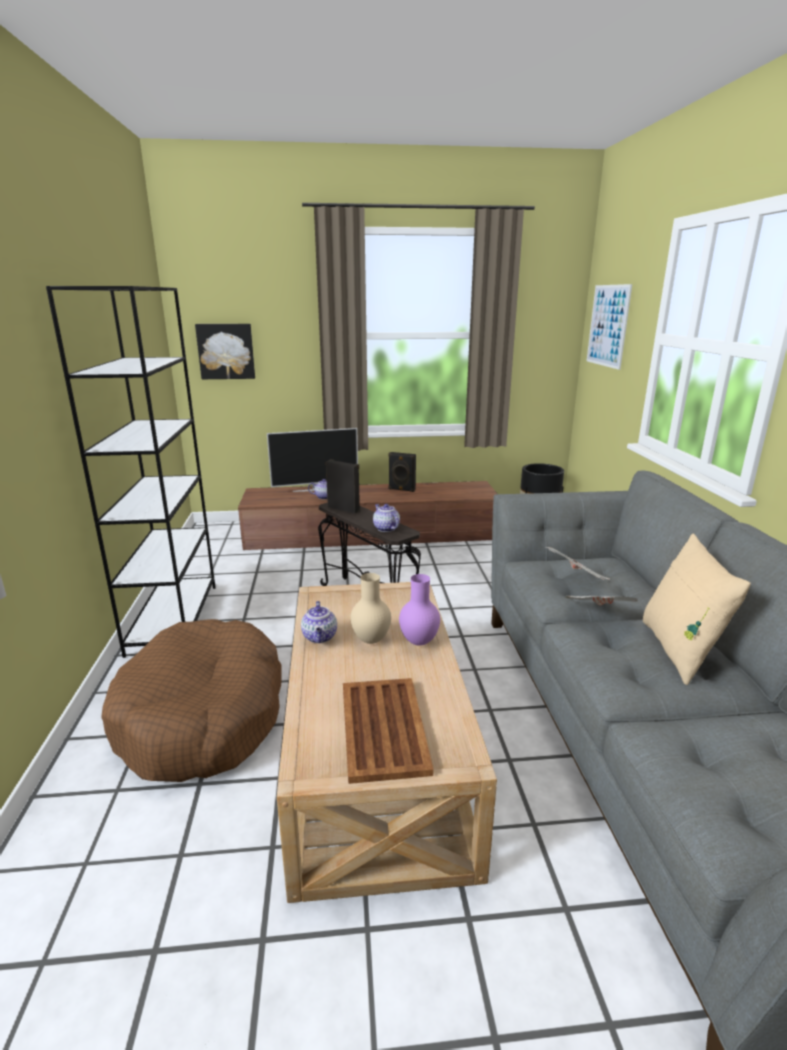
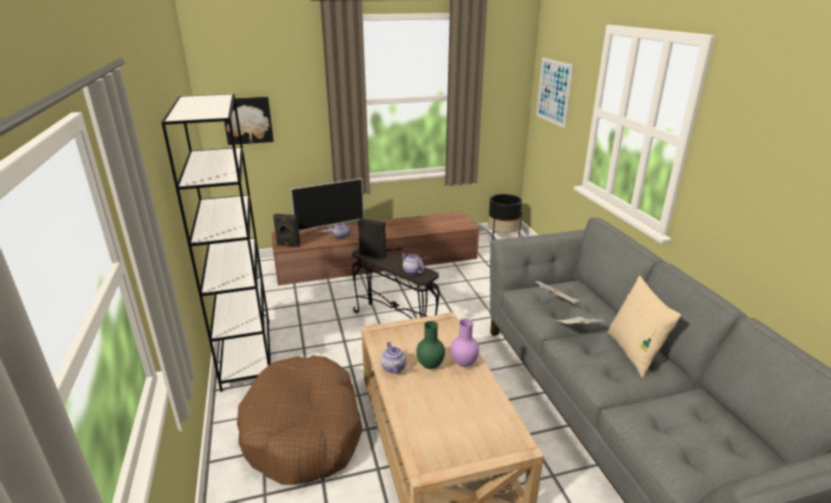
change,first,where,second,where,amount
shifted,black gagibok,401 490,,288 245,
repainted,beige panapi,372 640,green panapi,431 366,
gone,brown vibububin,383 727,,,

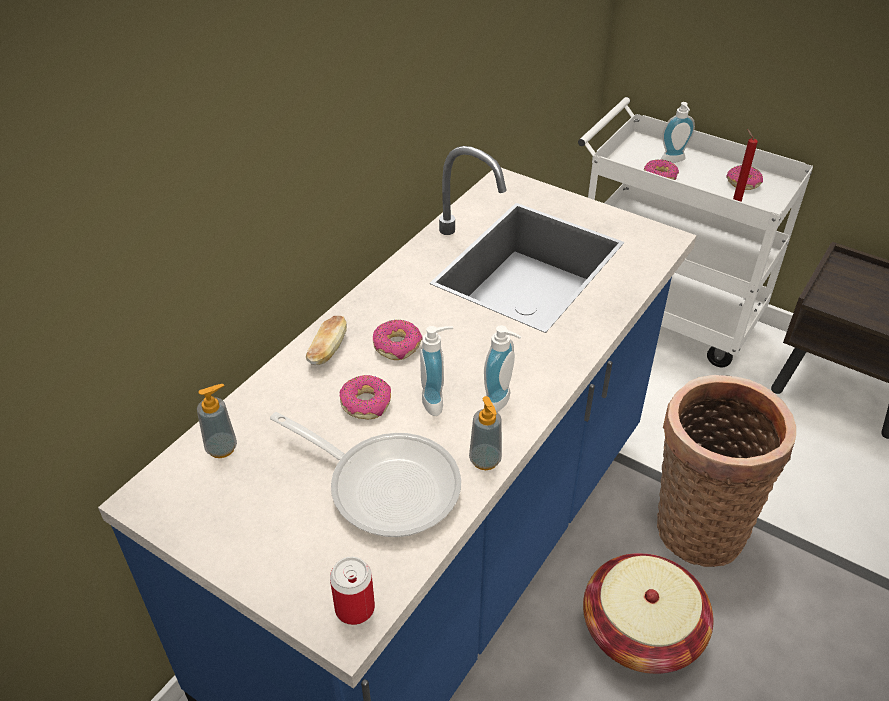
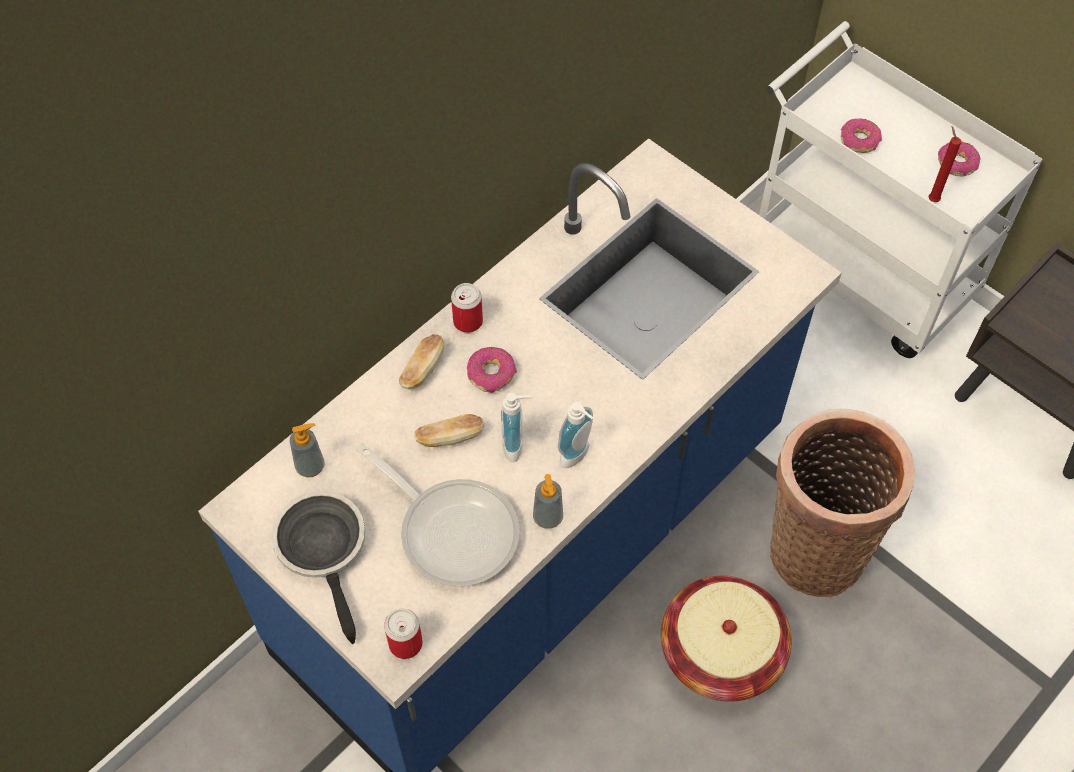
change,first,where,second,where,amount
gone,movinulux,674 161,,,
swapped,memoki,366 403,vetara,450 437,
new,,,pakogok,468 321,
new,,,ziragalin,324 549,

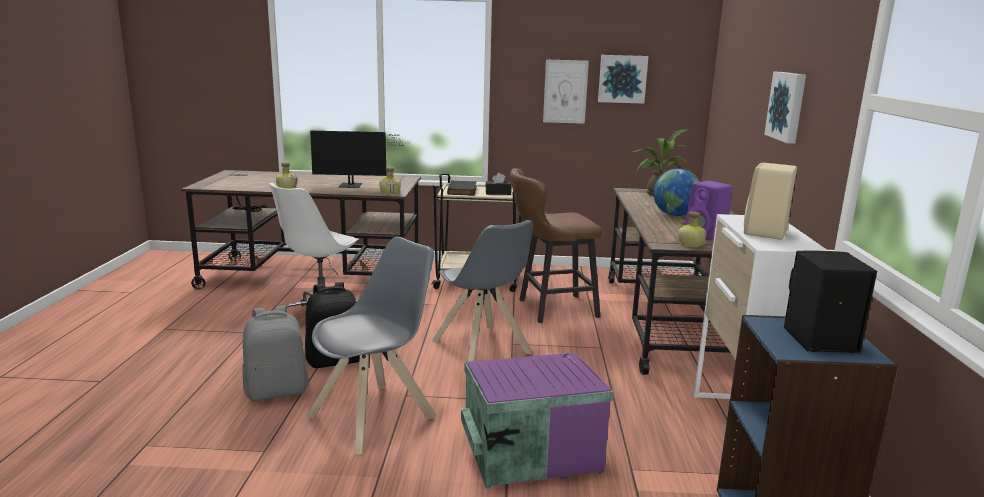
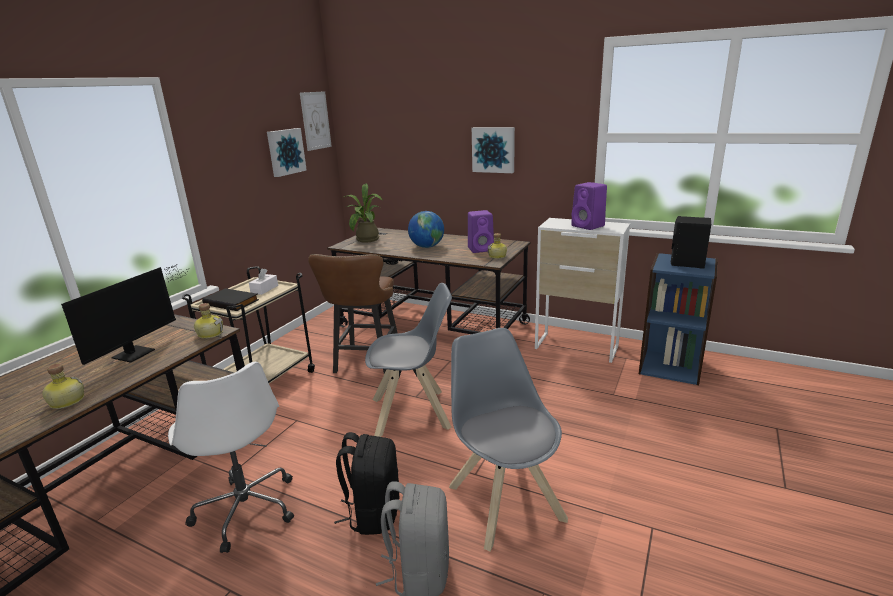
change,first,where,second,where,amount
shifted,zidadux,565 91,,315 120,
repainted,beige gagibok,765 233,purple gagibok,589 226,
repainted,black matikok,498 193,white matikok,264 289,
gone,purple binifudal,529 449,,,

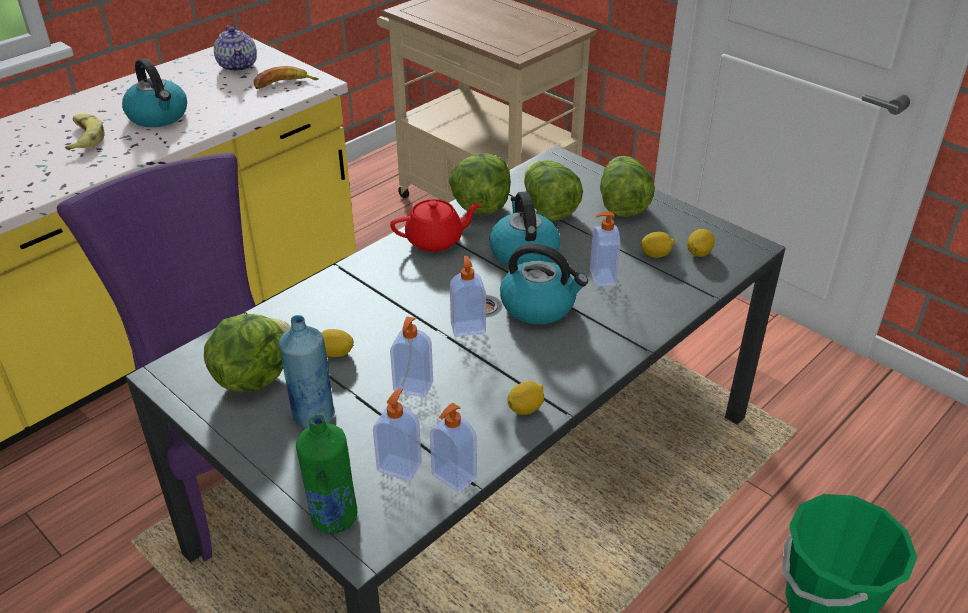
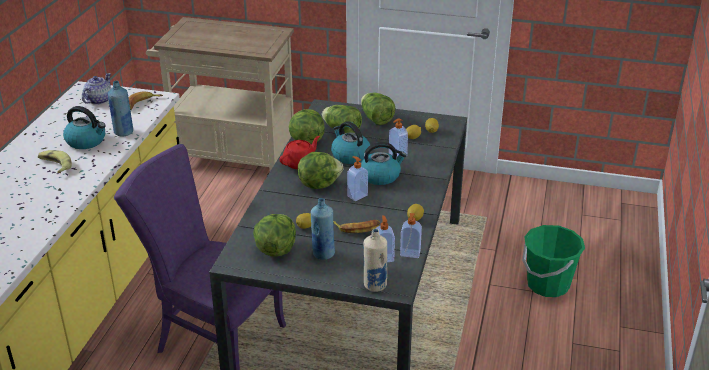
change,first,where,second,where,amount
rotated,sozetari,238 66,,98 100,105 degrees counterclockwise
swapped,movinulux,413 388,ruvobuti,357 228,
repainted,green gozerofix,333 517,beige gozerofix,374 285,
new,,,blue gozerofix,123 132,
new,,,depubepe,319 184,

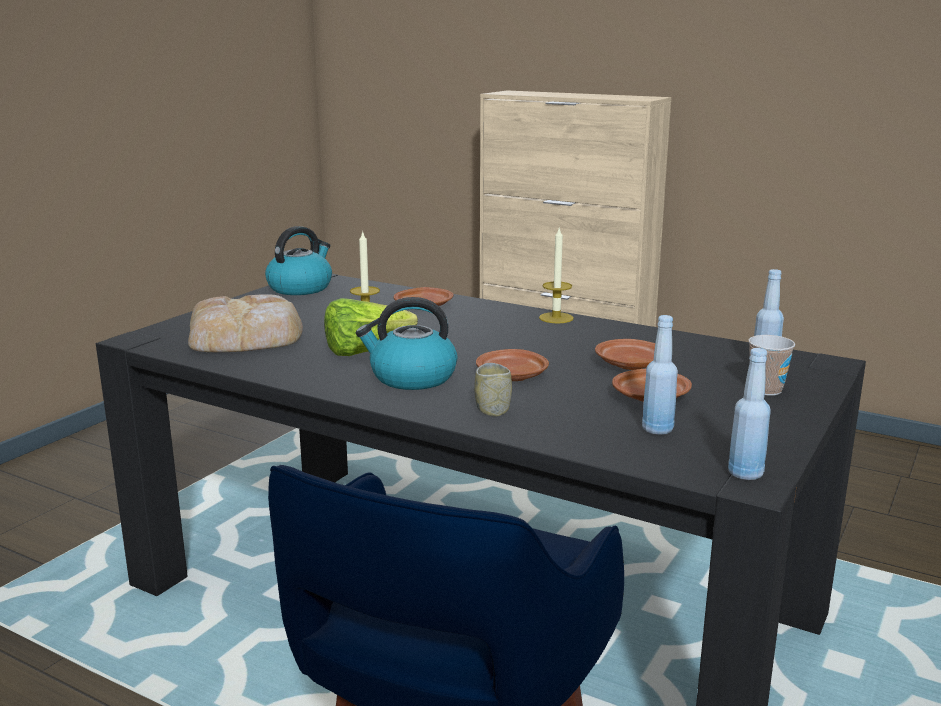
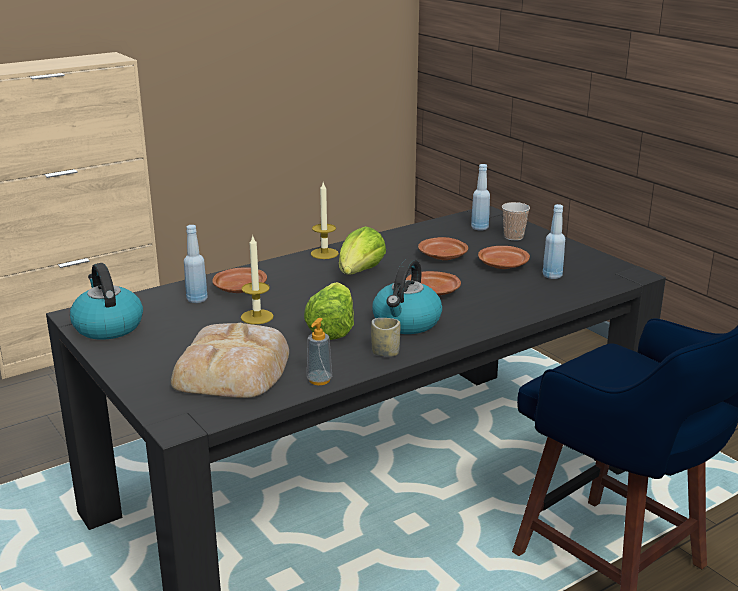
change,first,where,second,where,amount
shifted,blue gozerofix,745 474,,197 300,
shifted,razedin,492 410,,385 353,
new,,,depubepe,359 274,
new,,,movinulux,319 380,

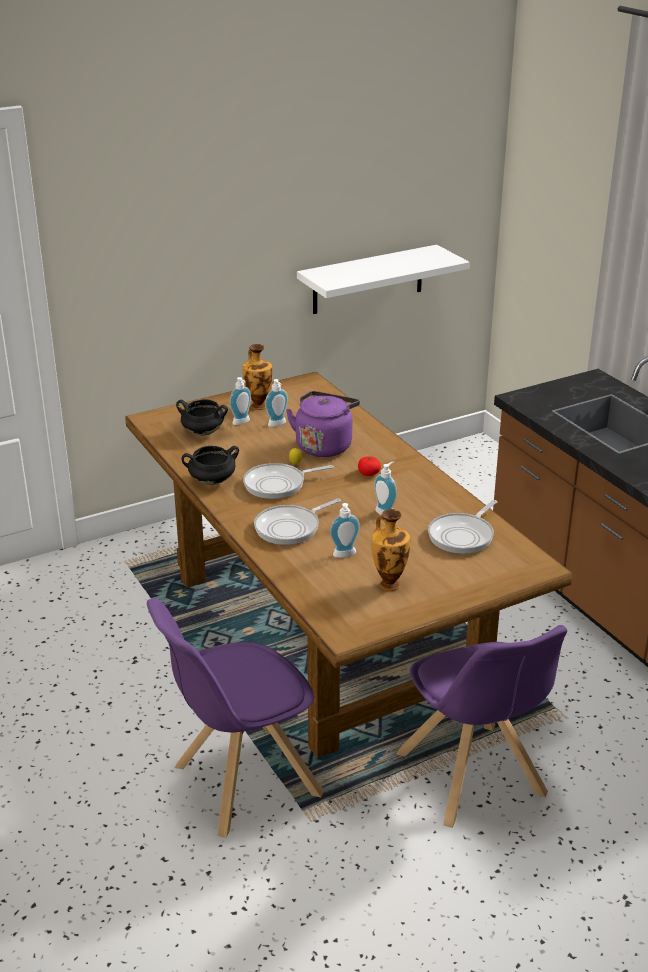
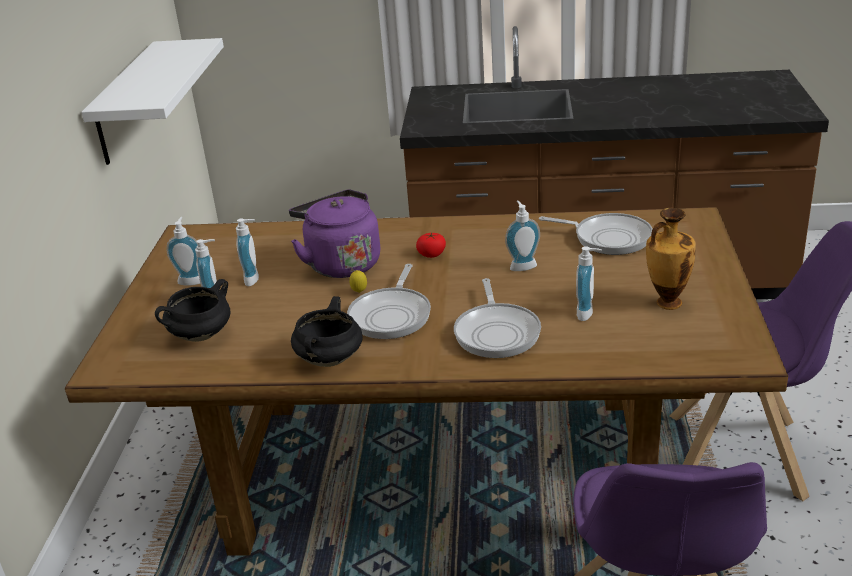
change,first,where,second,where,amount
swapped,panapi,258 406,movinulux,192 280,
rotated,ziragalin,463 535,,608 238,45 degrees counterclockwise

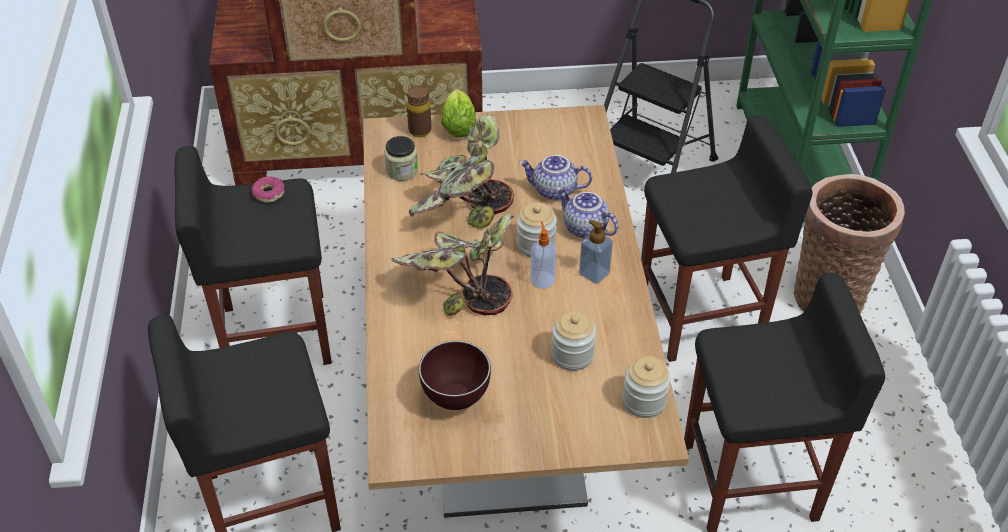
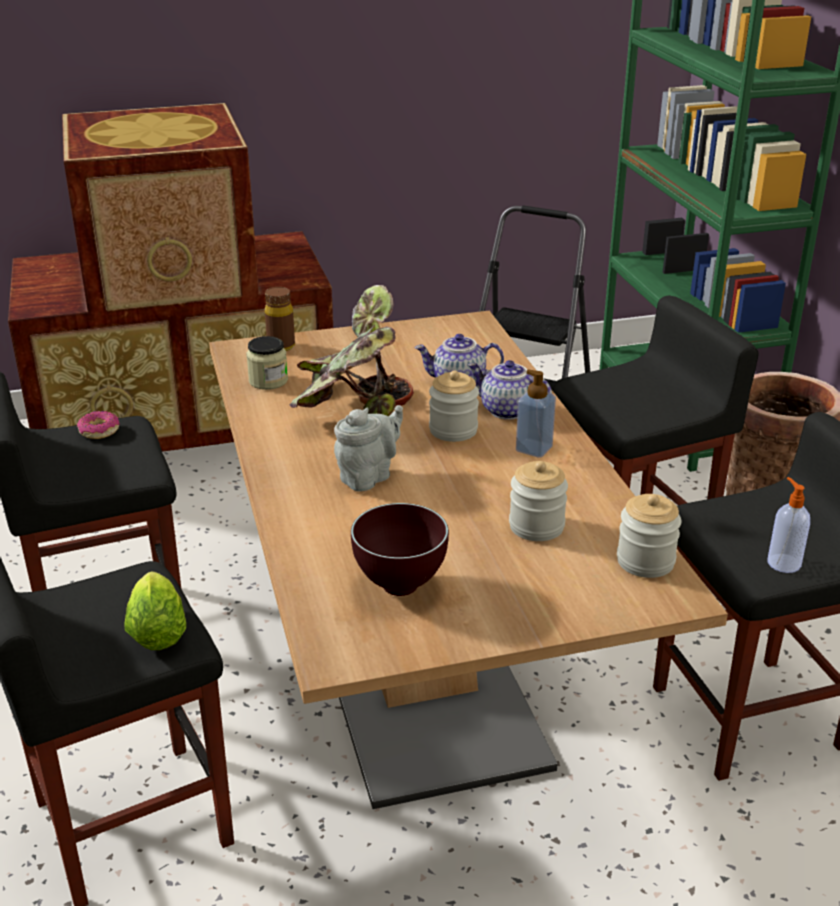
change,first,where,second,where,amount
shifted,depubepe,458 125,,157 629,
swapped,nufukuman,458 287,grey sozetari,368 476,
shifted,movinulux,542 279,,783 562,

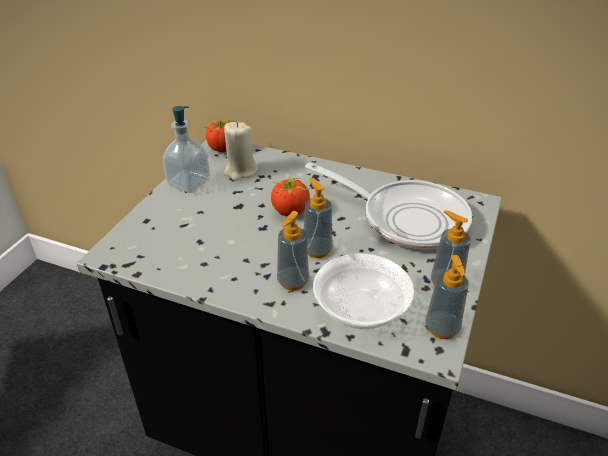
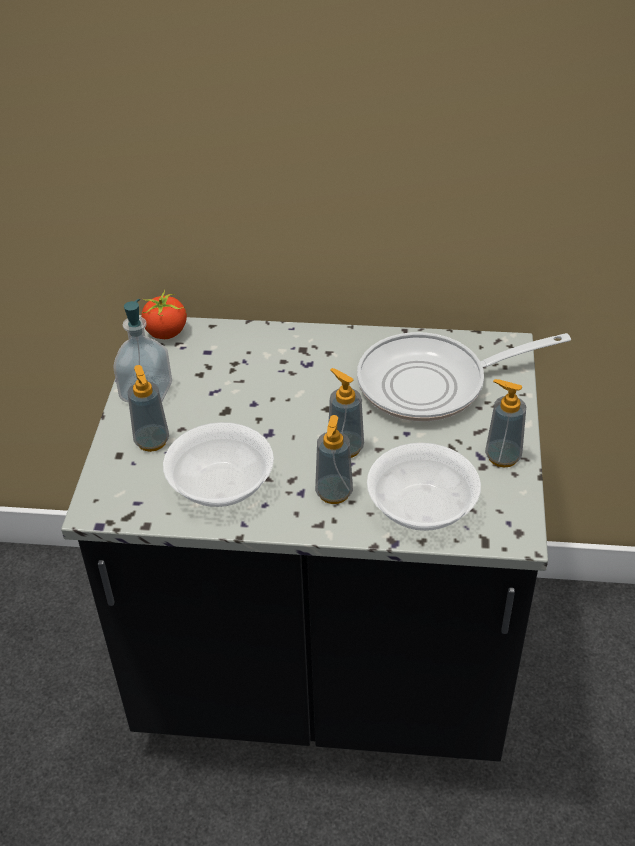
change,first,where,second,where,amount
gone,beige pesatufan,240 171,,,
rotated,ziragalin,406 218,,432 384,150 degrees clockwise
gone,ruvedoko,290 211,,,
shifted,movinulux,442 328,,152 441,
new,,,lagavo,221 483,

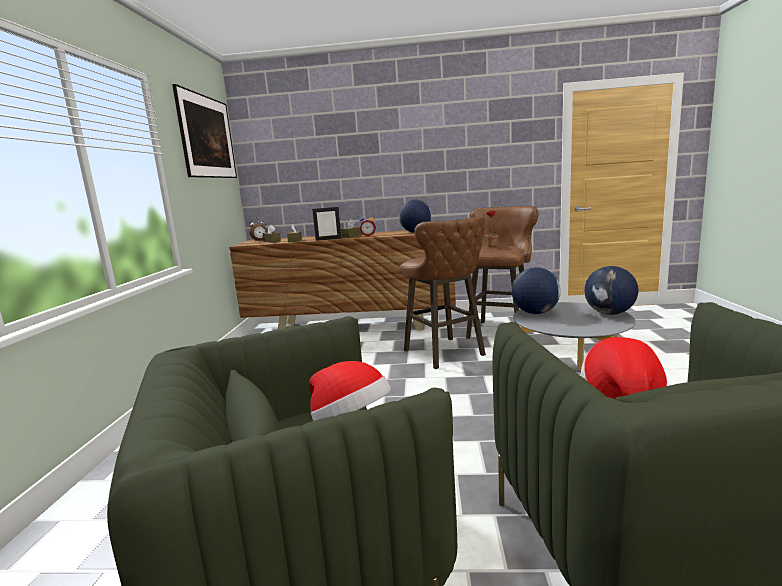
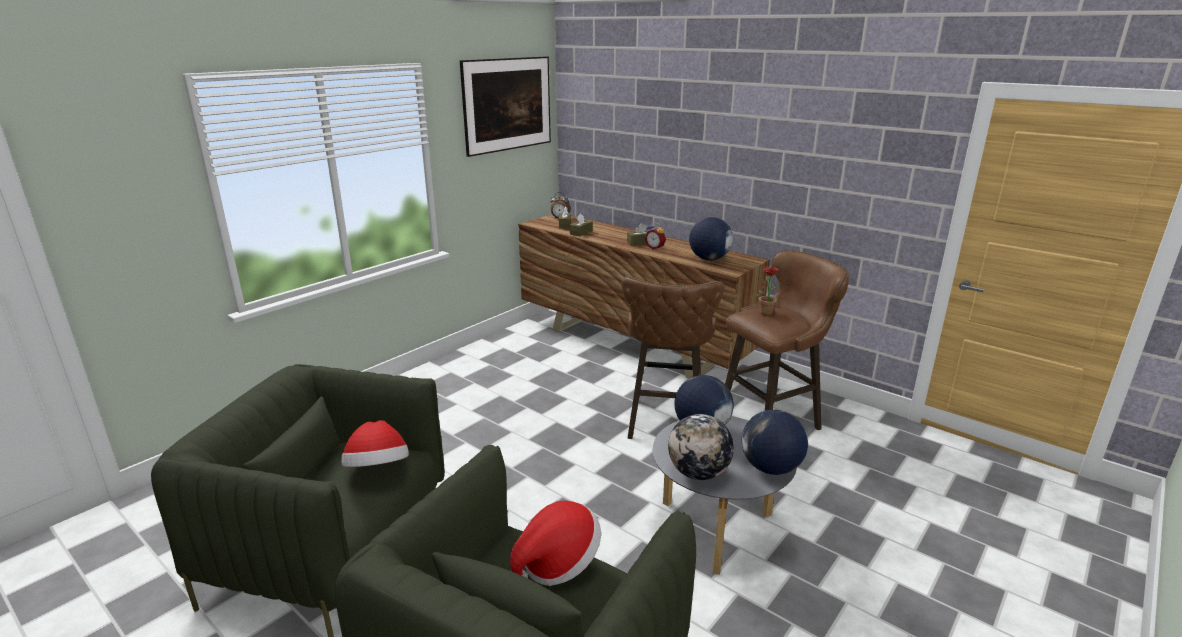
change,first,where,second,where,amount
gone,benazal,328 239,,,
new,,,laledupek,698 473,

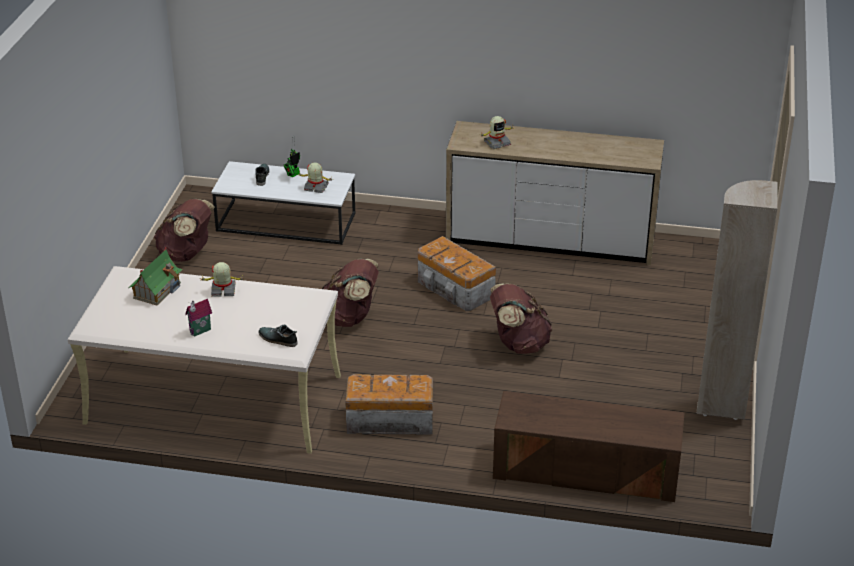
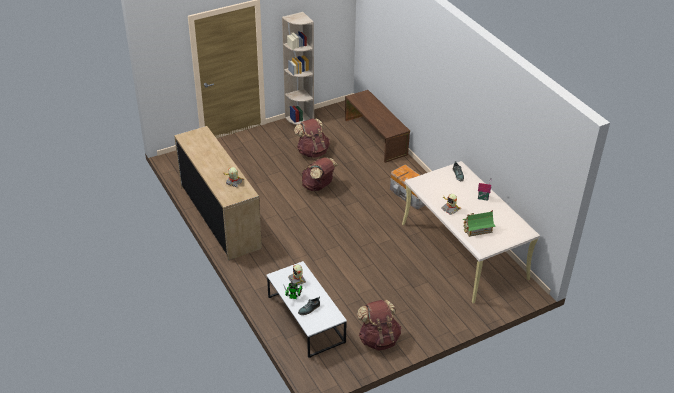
change,first,where,second,where,amount
gone,binifudal,455 289,,,
shifted,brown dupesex,350 318,,312 152,

